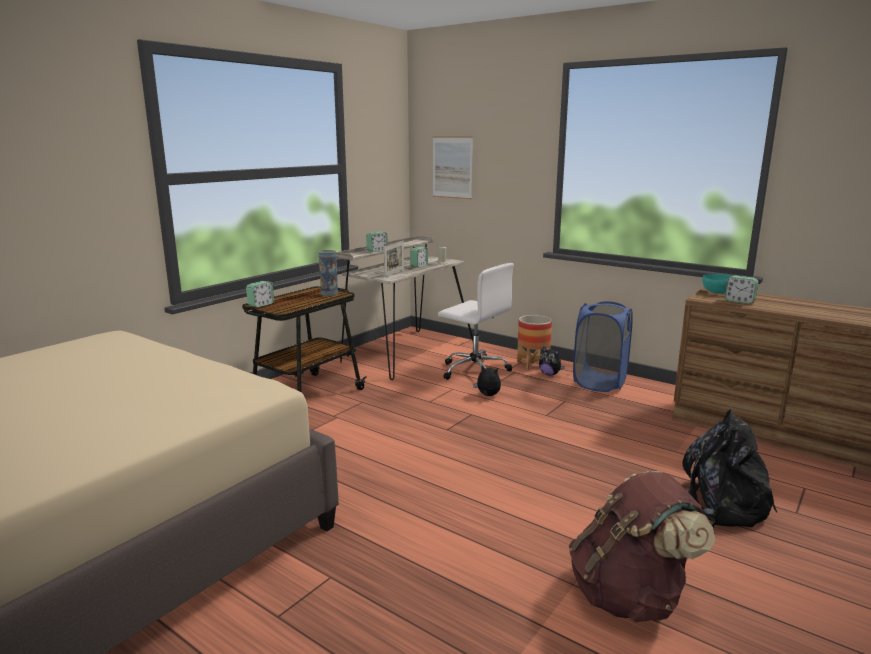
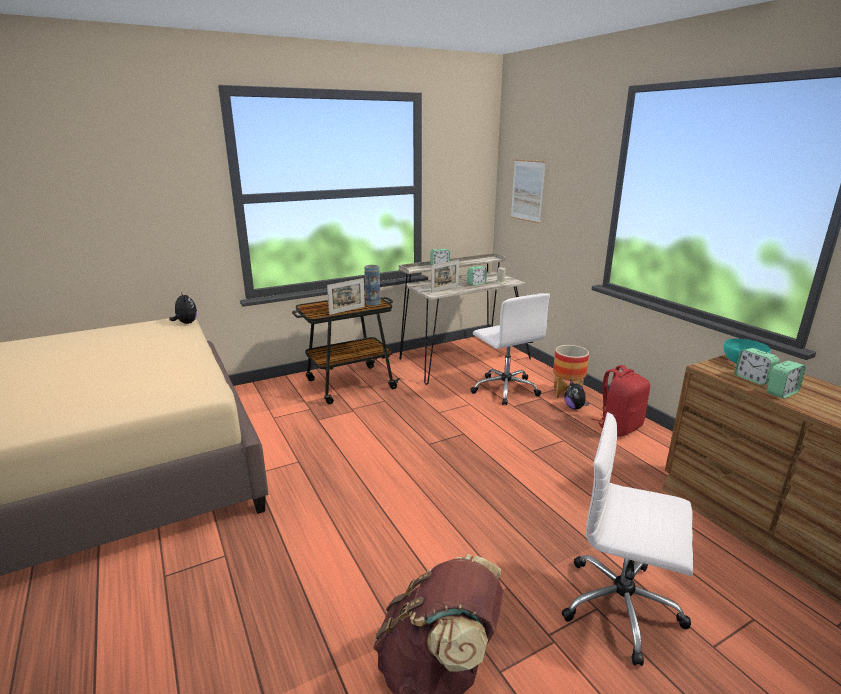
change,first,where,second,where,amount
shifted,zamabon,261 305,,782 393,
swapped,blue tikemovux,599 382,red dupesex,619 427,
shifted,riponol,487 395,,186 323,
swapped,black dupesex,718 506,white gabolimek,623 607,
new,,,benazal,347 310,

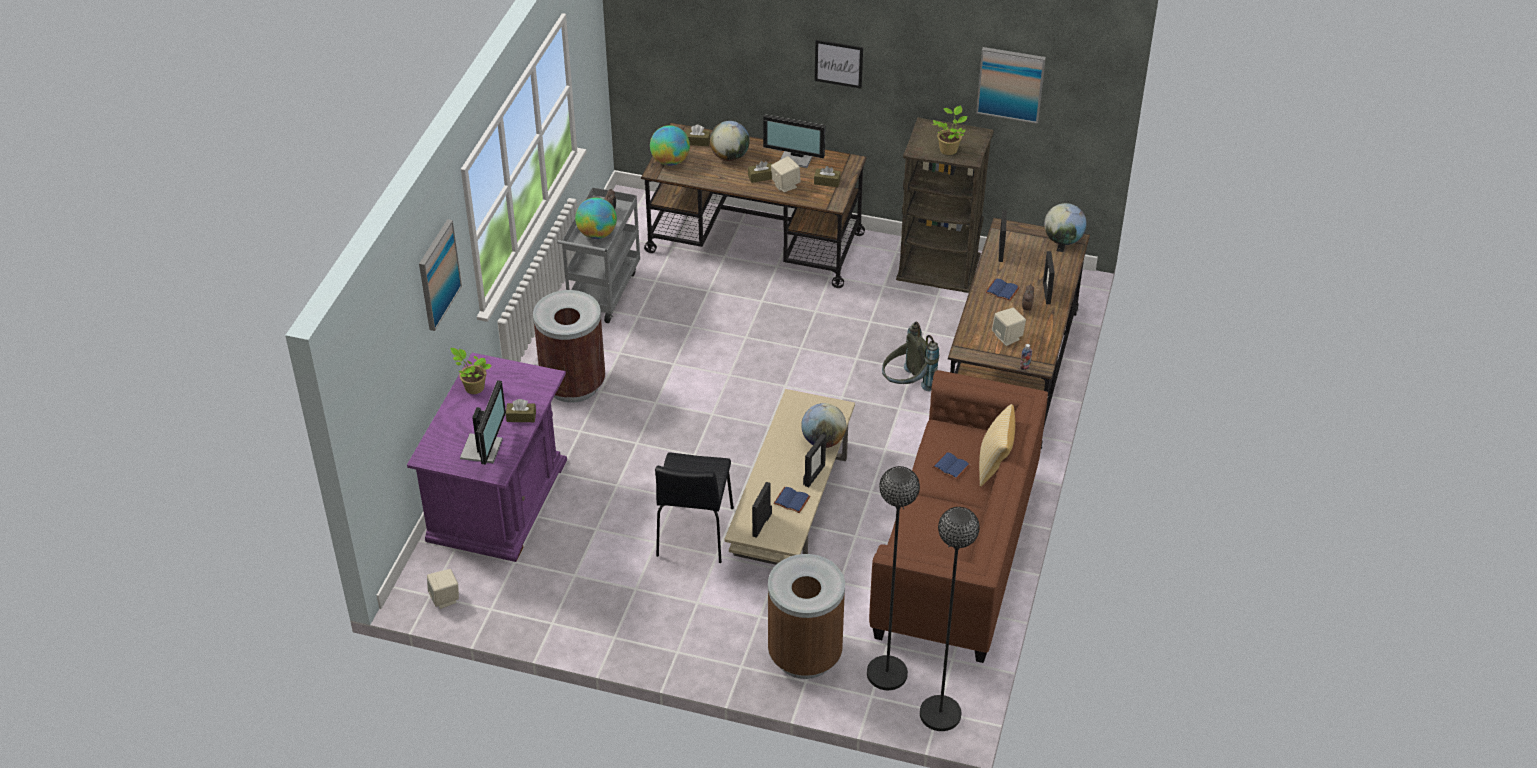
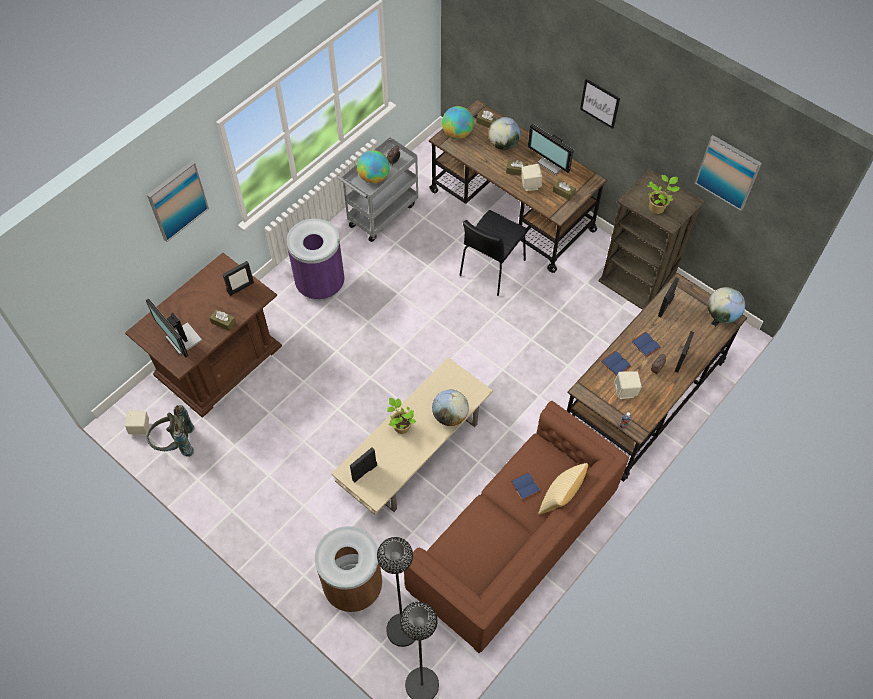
change,first,where,second,where,amount
repainted,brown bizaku,573 384,purple bizaku,320 284,
shifted,grey dupesex,907 386,,175 444,
shifted,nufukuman,473 387,,401 426,
repainted,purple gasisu,499 499,brown gasisu,219 361,
rotated,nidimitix,483 448,,182 340,105 degrees clockwise
shifted,benazal,814 475,,241 287,
shifted,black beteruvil,694 534,,491 269,
shifted,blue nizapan,791 501,,615 364,

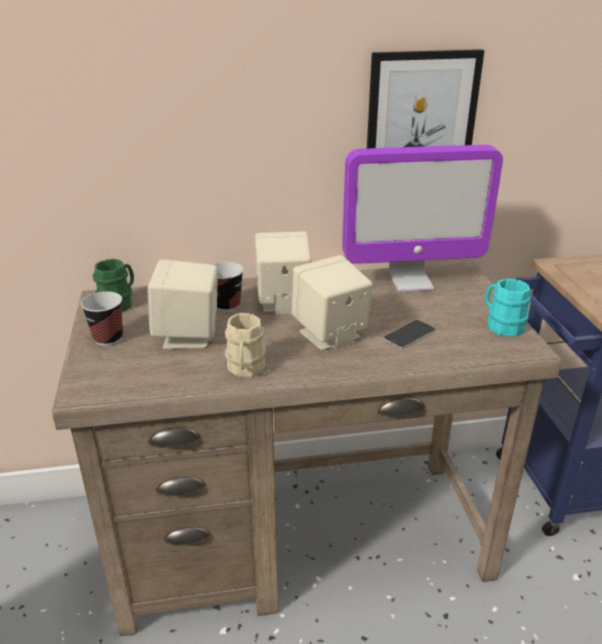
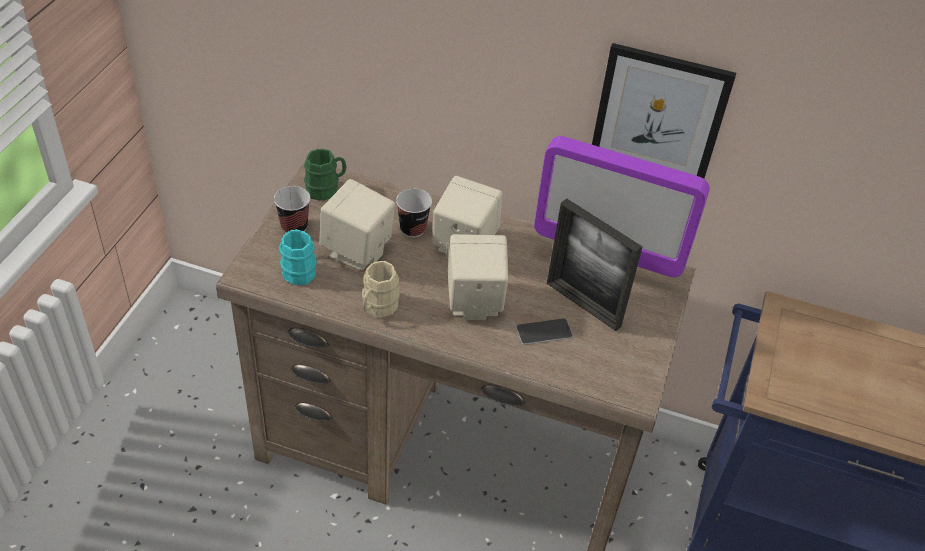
change,first,where,second,where,amount
shifted,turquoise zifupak,501 325,,299 269,
new,,,benazal,583 304,

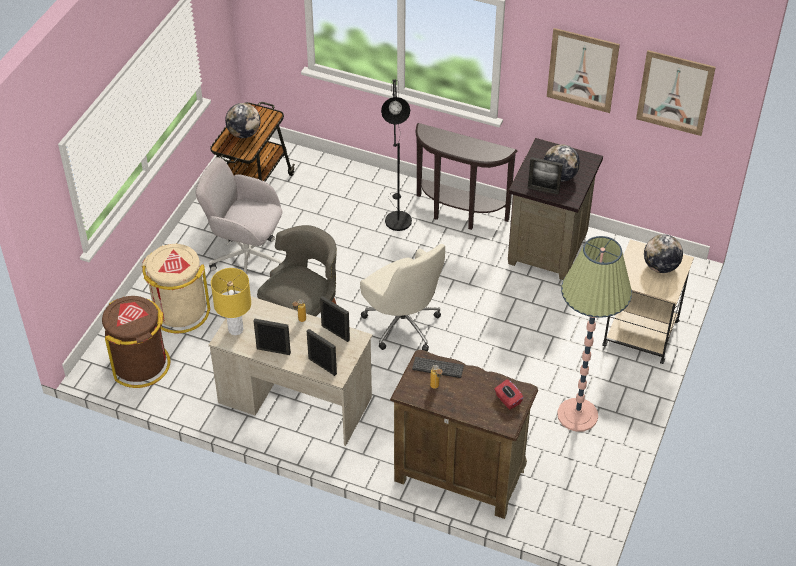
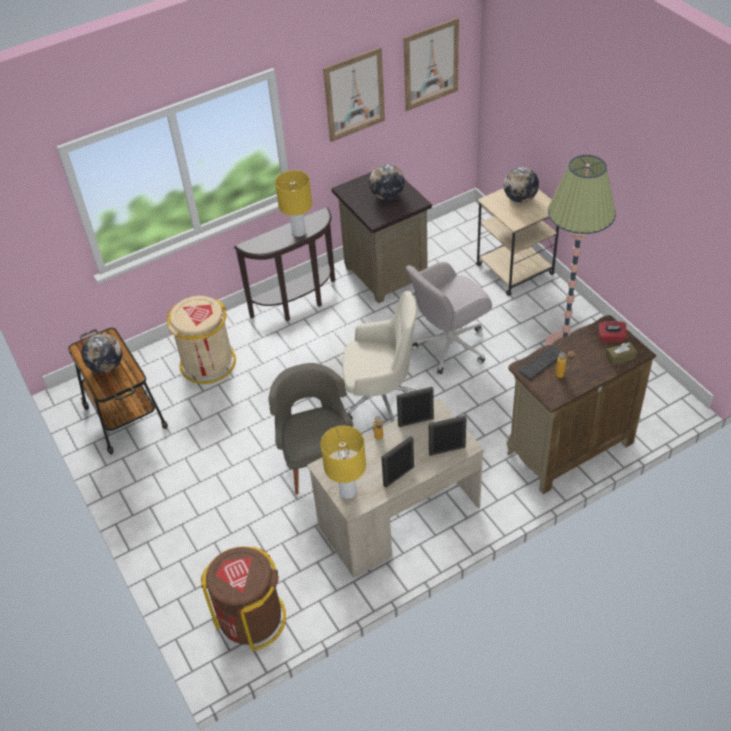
change,first,where,second,where,amount
gone,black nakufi,397 217,,,
shifted,grey gabolimek,247 260,,449 347,
gone,benazal,543 190,,,
shifted,beige bizaku,179 312,,208 363,
new,,,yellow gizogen,299 232,
new,,,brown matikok,620 357,

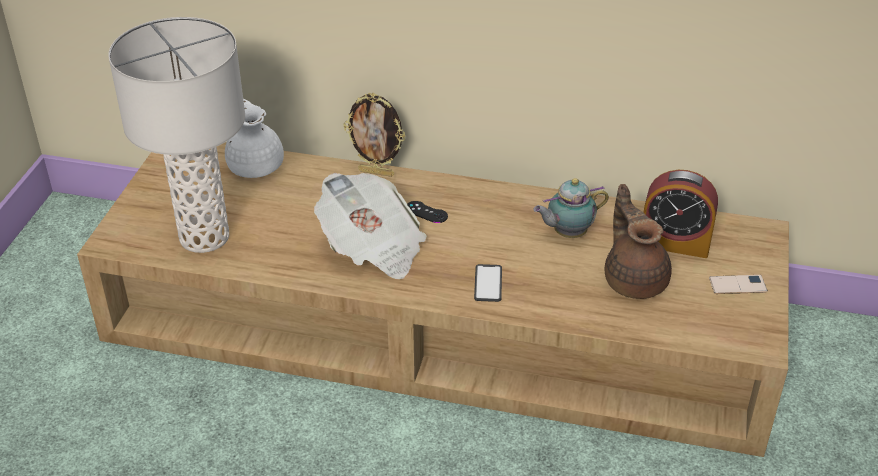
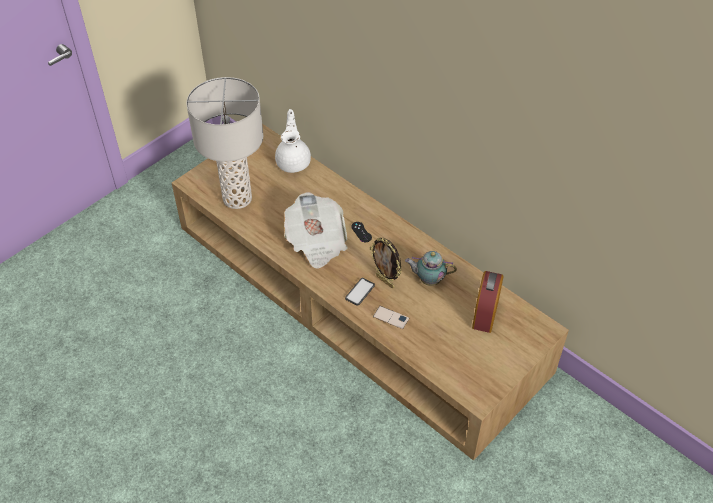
change,first,where,second,where,amount
shifted,benazal,376 172,,385 281,
rotated,zamabon,674 243,,485 313,60 degrees clockwise
gone,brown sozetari,634 279,,,
shifted,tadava,737 285,,391 317,

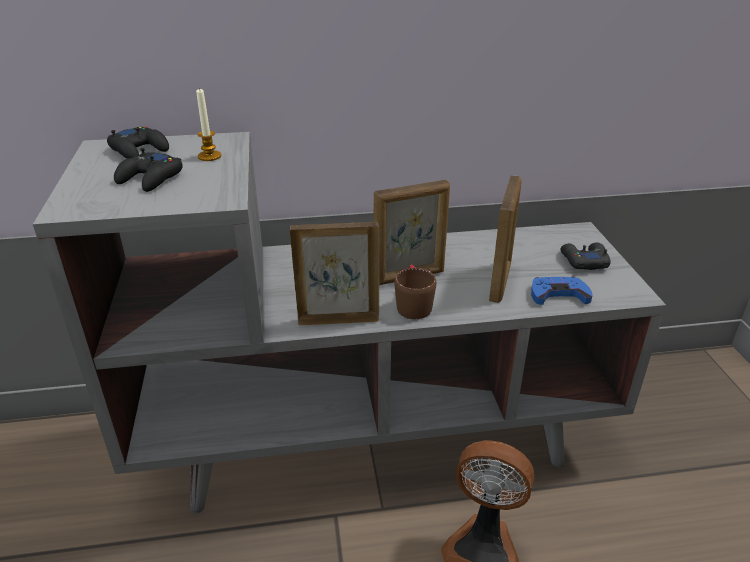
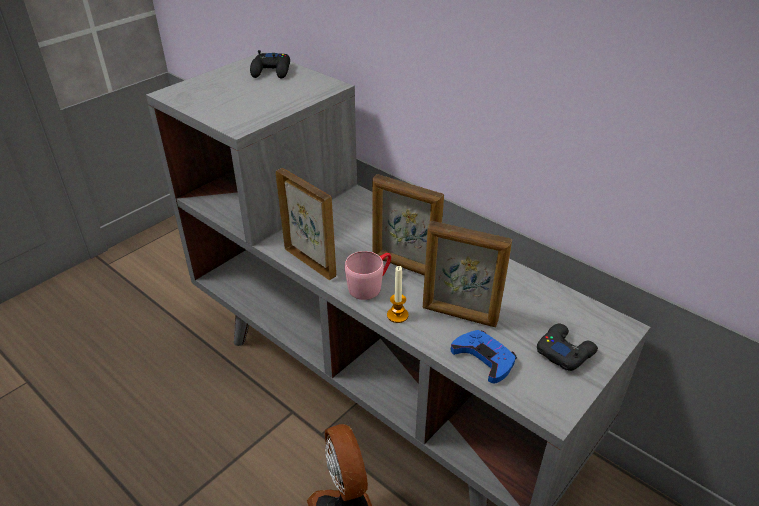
change,first,where,second,where,amount
shifted,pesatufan,209 156,,397 315,
gone,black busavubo,150 179,,,
rotated,benazal,500 282,,459 315,45 degrees clockwise
repainted,brown zifupak,412 304,pink zifupak,370 285,

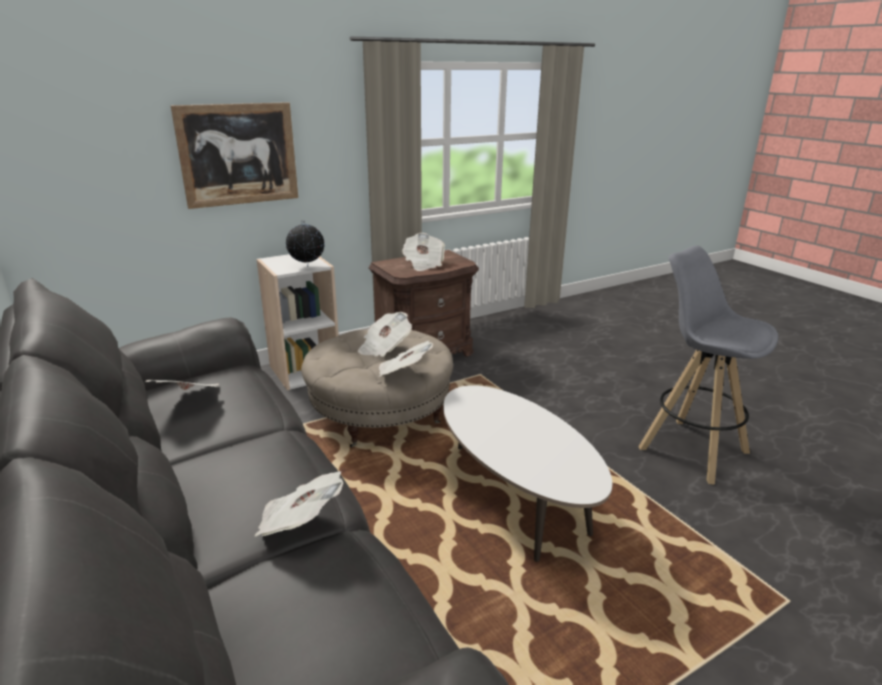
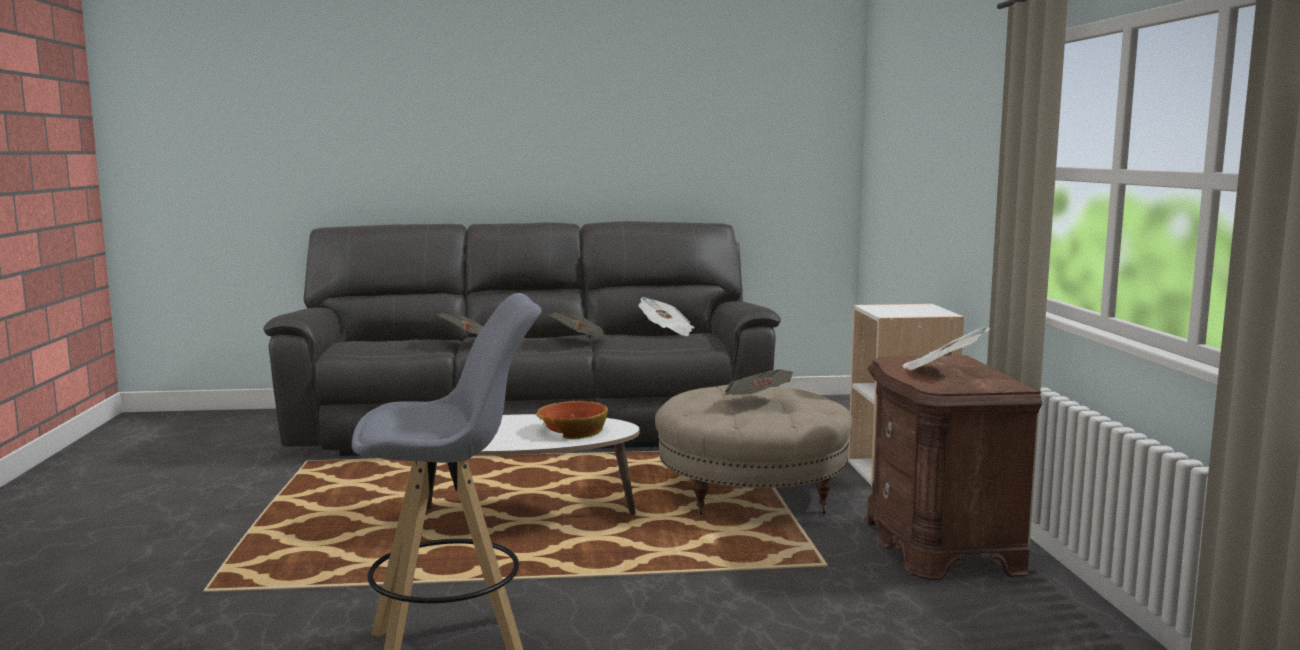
change,first,where,second,where,amount
gone,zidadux,238 154,,,
gone,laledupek,307 266,,,
shifted,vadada,403 372,,581 341,
new,,,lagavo,572 430,

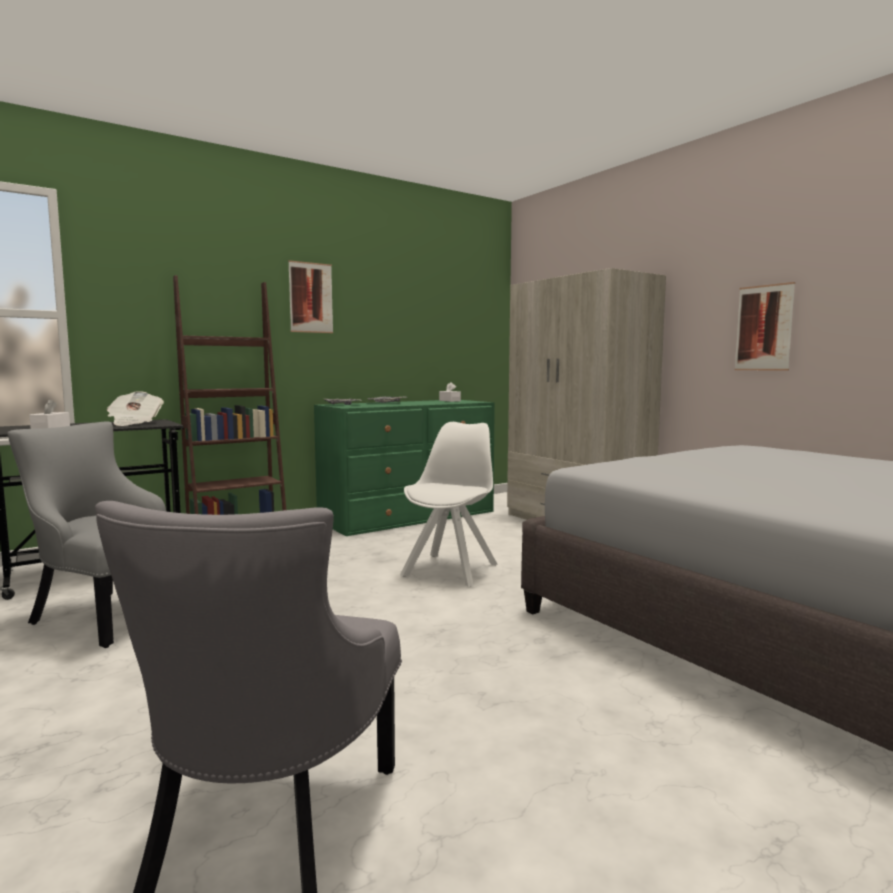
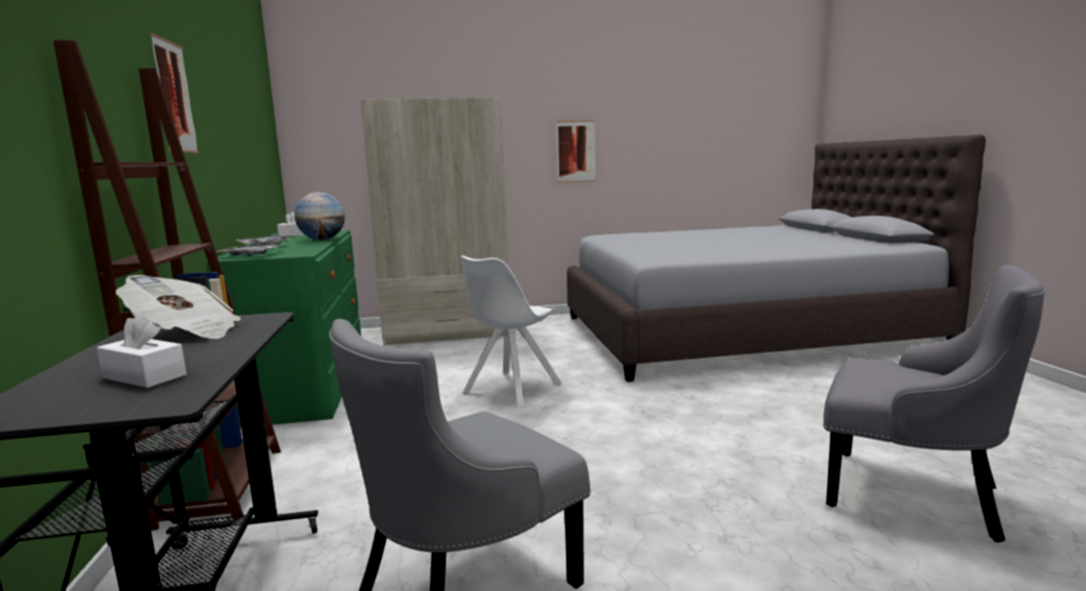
change,first,where,second,where,amount
rotated,white beteruvil,451 569,,511 389,105 degrees counterclockwise
new,,,laledupek,322 239,

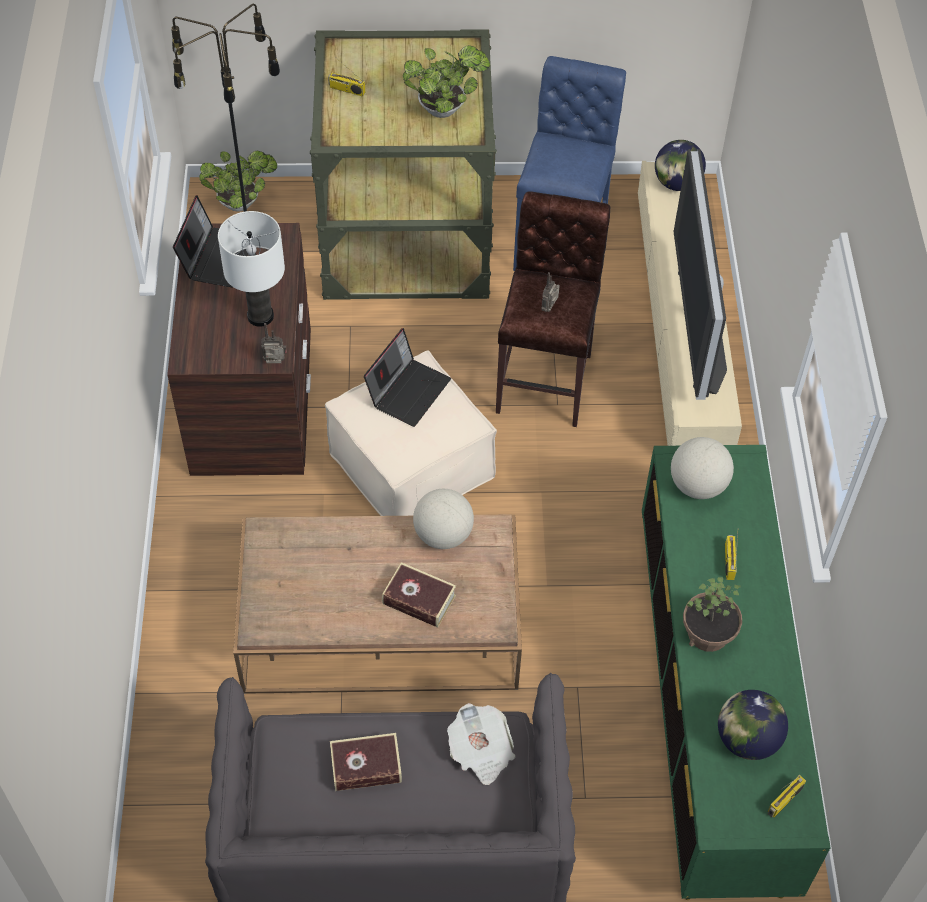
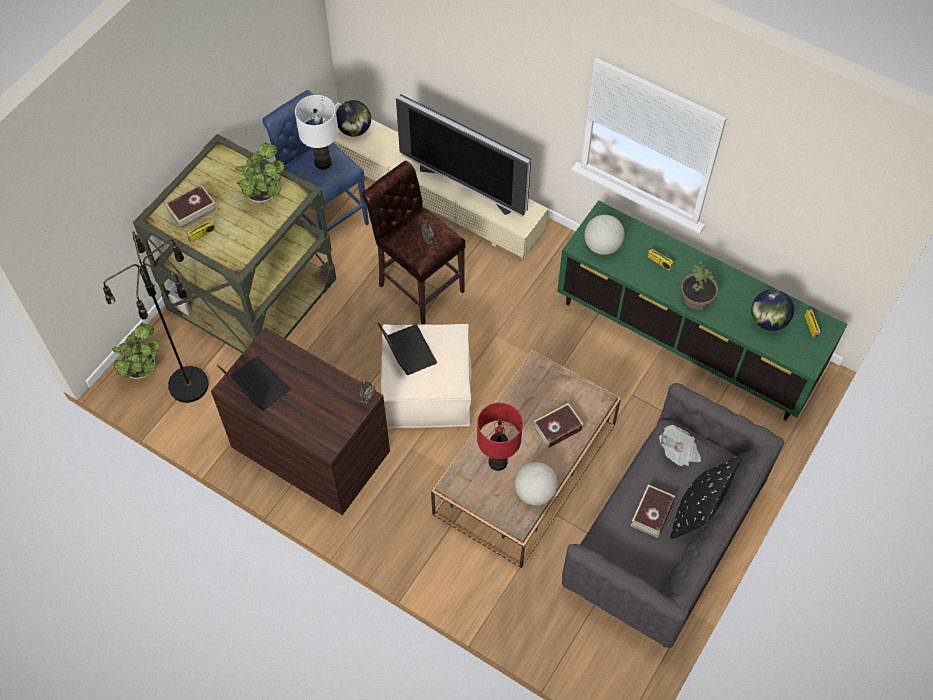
change,first,where,second,where,amount
shifted,white gizogen,261 316,,323 162,
shifted,laledupek,443 535,,535 492,
new,,,nizapan,192 211,
new,,,red gizogen,497 462,
new,,,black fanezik,697 510,

